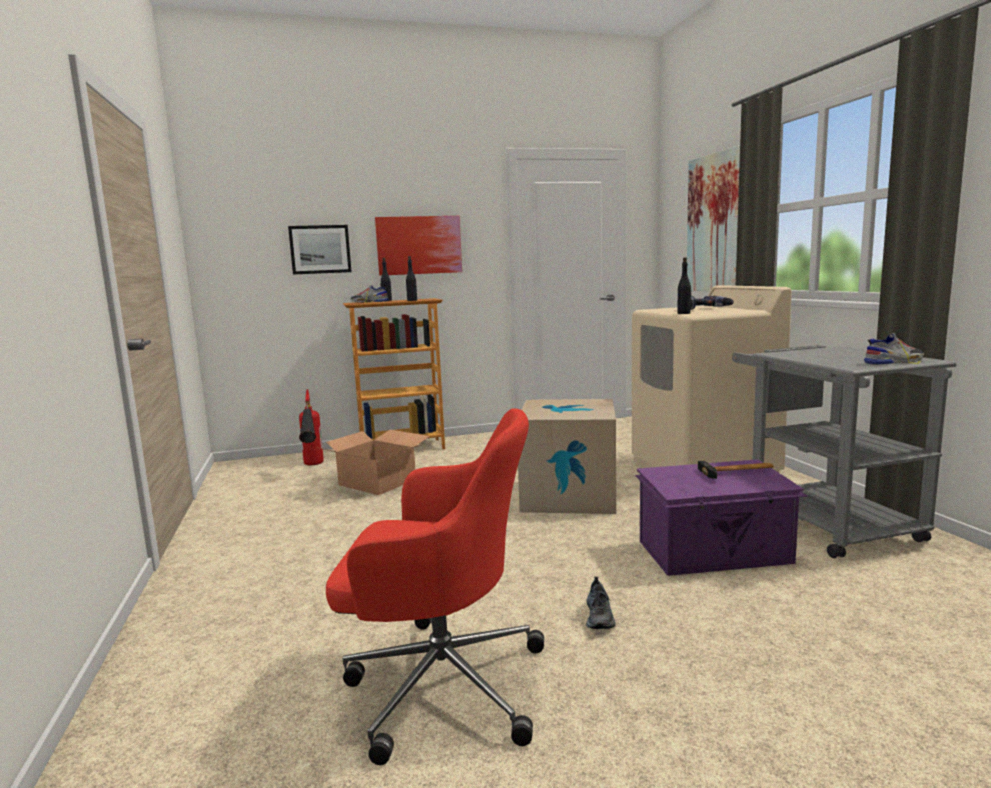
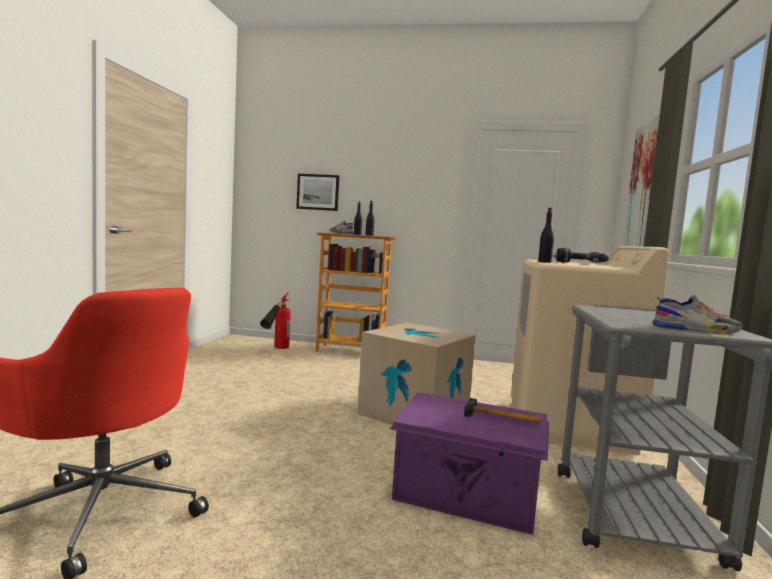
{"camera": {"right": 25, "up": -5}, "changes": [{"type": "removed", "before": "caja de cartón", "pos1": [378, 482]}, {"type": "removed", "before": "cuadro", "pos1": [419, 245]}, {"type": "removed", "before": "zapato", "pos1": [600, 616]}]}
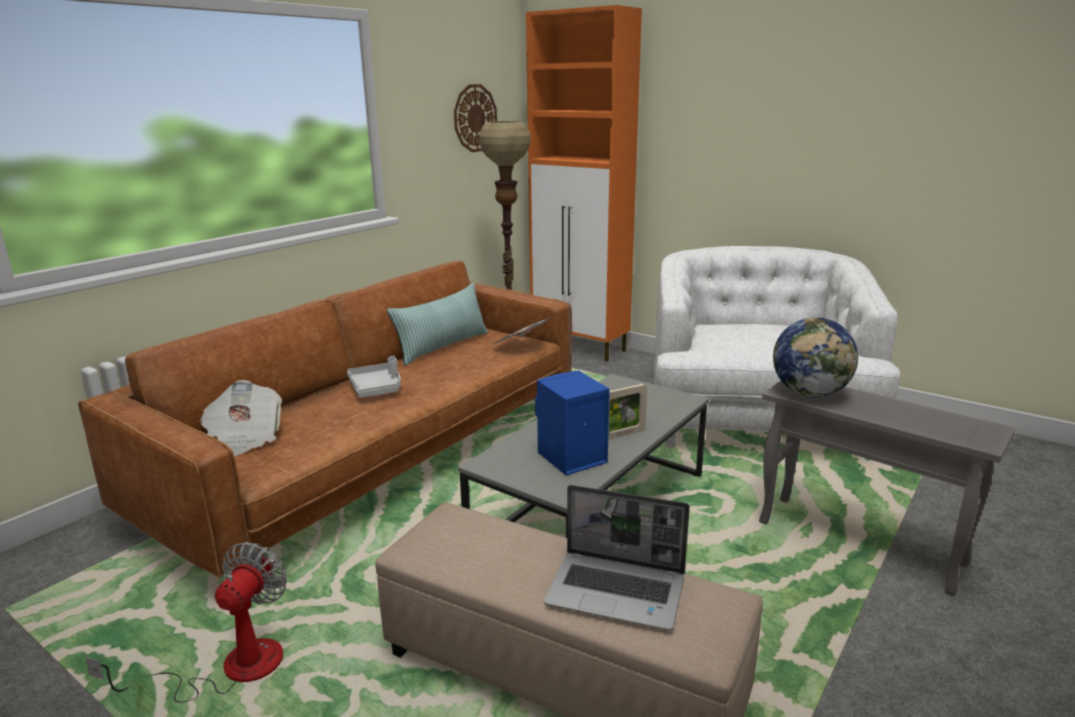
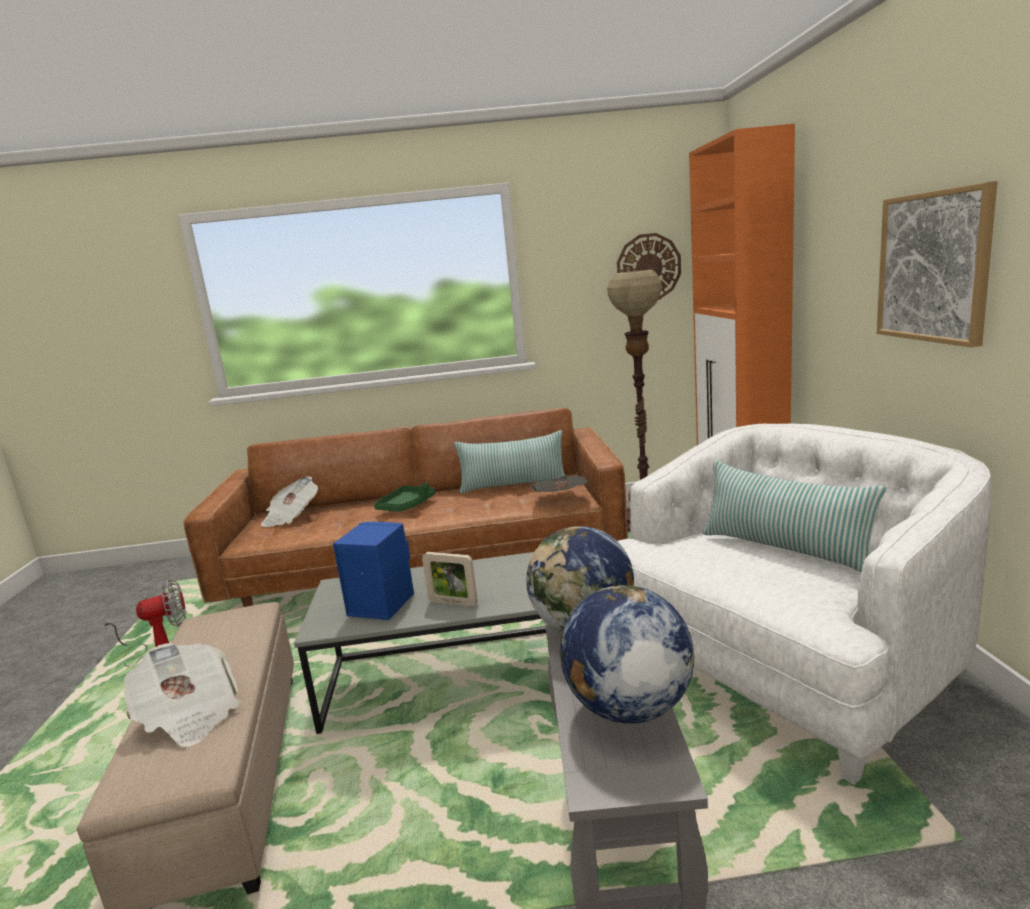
{"camera": {"right": 50, "up": -5}, "changes": [{"type": "added", "after": "globo terráqueo", "pos2": [628, 708]}, {"type": "added", "after": "cojín", "pos2": [784, 549]}, {"type": "added", "after": "cuadro", "pos2": [933, 267]}, {"type": "replaced", "before": "portátil", "after": "periódico", "pos1": [618, 591], "pos2": [189, 715]}, {"type": "recoloured", "before": "bandeja (gris)", "after": "bandeja (verde)", "pos1": [377, 388], "pos2": [407, 506]}]}
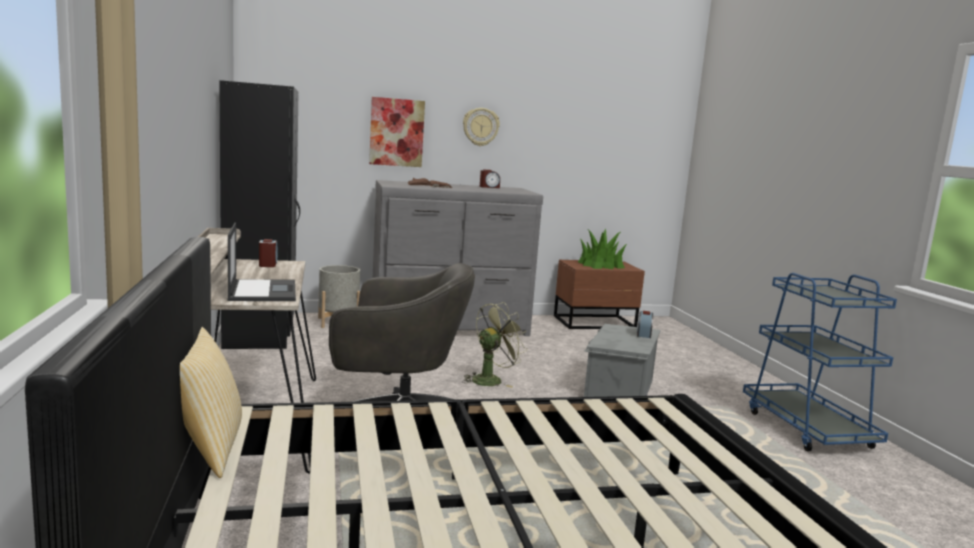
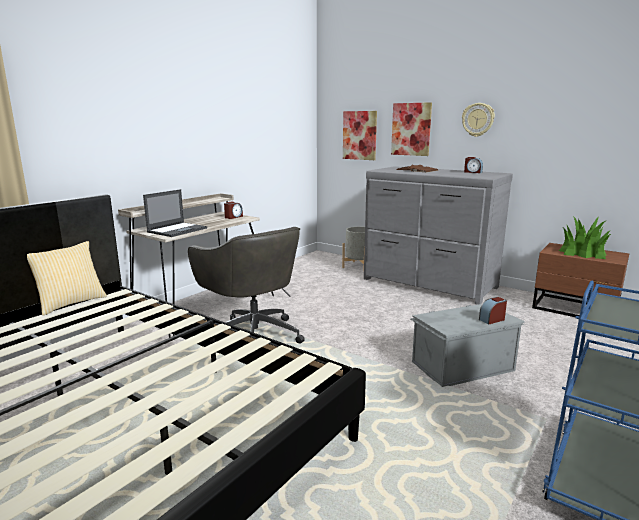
{"camera": {"right": 50, "up": 5}, "changes": [{"type": "removed", "before": "armario ropero (negro)", "pos1": [261, 331]}, {"type": "removed", "before": "ventilador (verde)", "pos1": [491, 379]}, {"type": "added", "after": "cuadro", "pos2": [359, 135]}]}
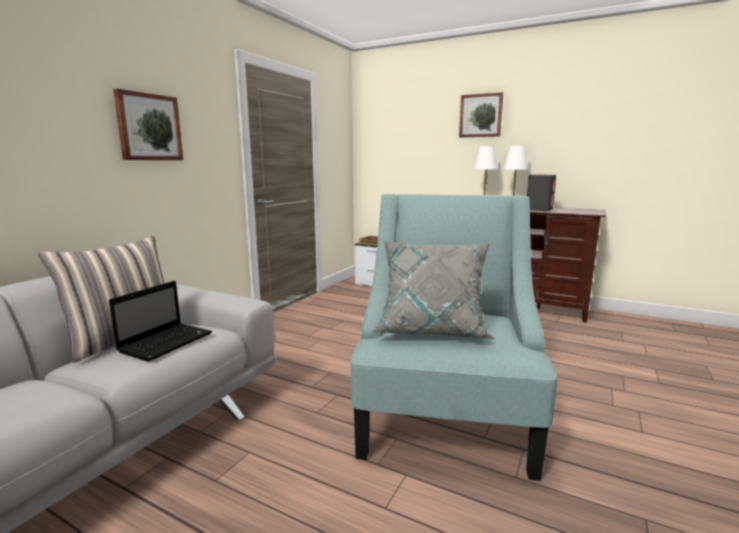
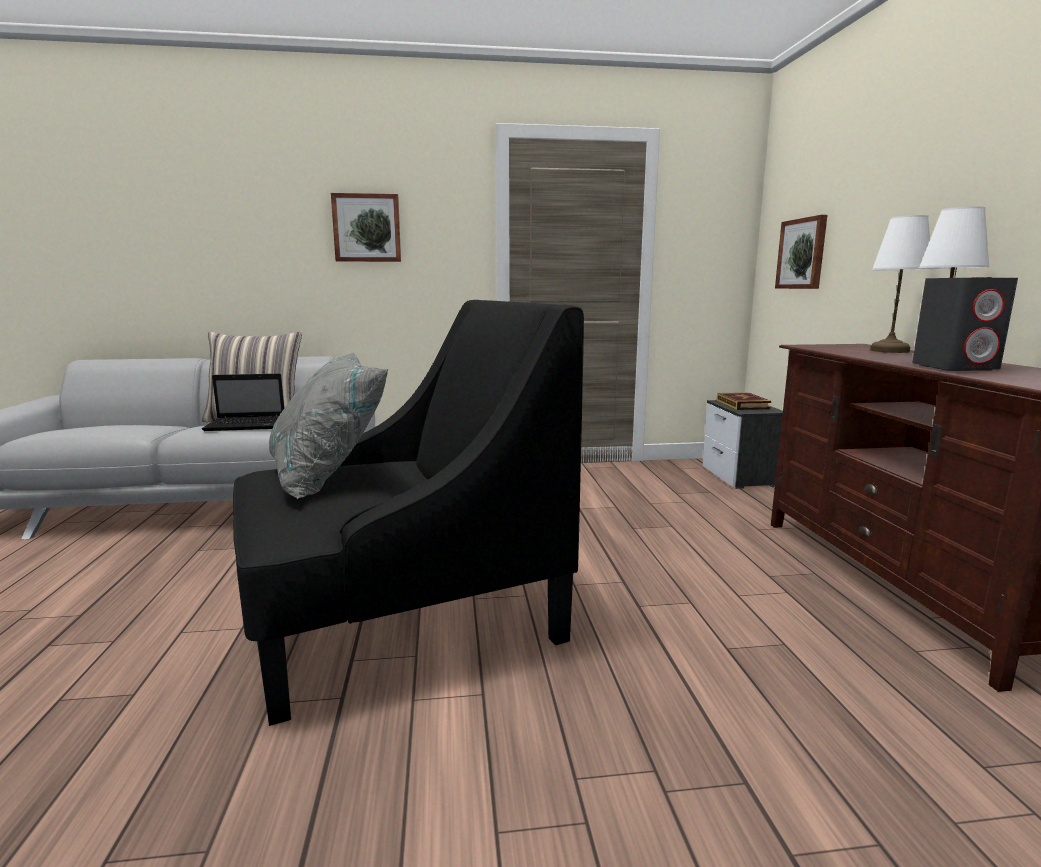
{"camera": {"right": 55, "up": 0}, "changes": [{"type": "moved", "before": "cuadro", "pos1": [481, 115], "pos2": [802, 254]}, {"type": "recoloured", "before": "sillón (turquesa)", "after": "sillón (negro)", "pos1": [445, 409], "pos2": [401, 617]}]}
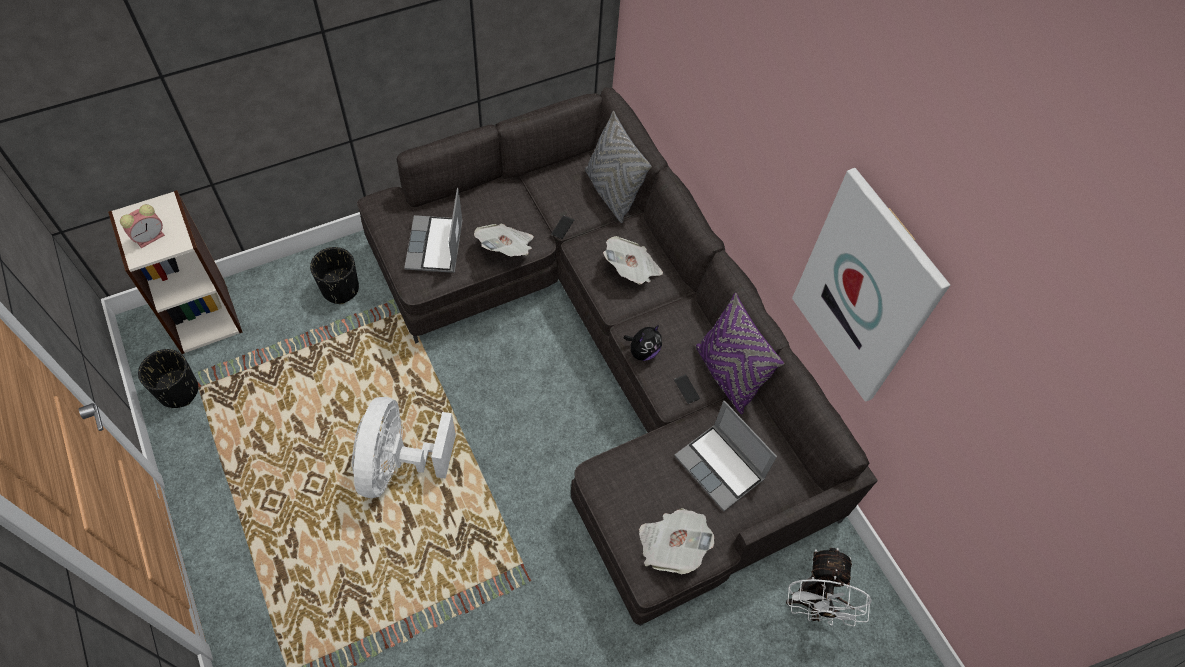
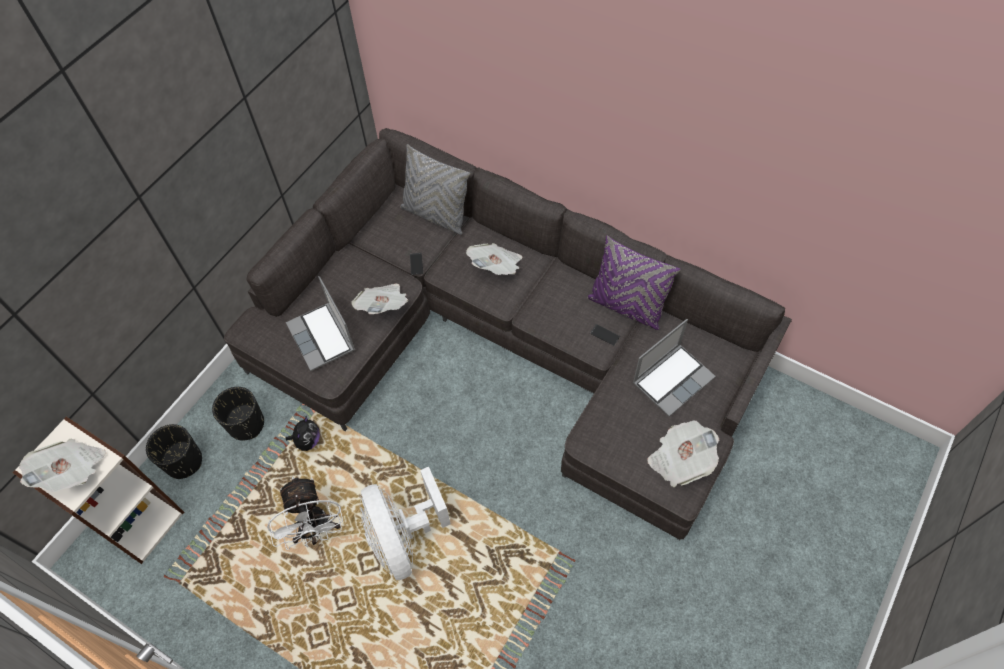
{"camera": {"right": -25, "up": 0}, "changes": [{"type": "removed", "before": "cuadro", "pos1": [865, 290]}, {"type": "moved", "before": "maceta (negro)", "pos1": [178, 391], "pos2": [184, 462]}, {"type": "moved", "before": "peluche", "pos1": [642, 351], "pos2": [307, 441]}, {"type": "moved", "before": "ventilador (blanco)", "pos1": [812, 604], "pos2": [316, 530]}, {"type": "replaced", "before": "despertador", "after": "periódico", "pos1": [150, 236], "pos2": [72, 471]}, {"type": "turned", "before": "portátil", "pos1": [721, 468], "pos2": [673, 379], "turn": -60}]}
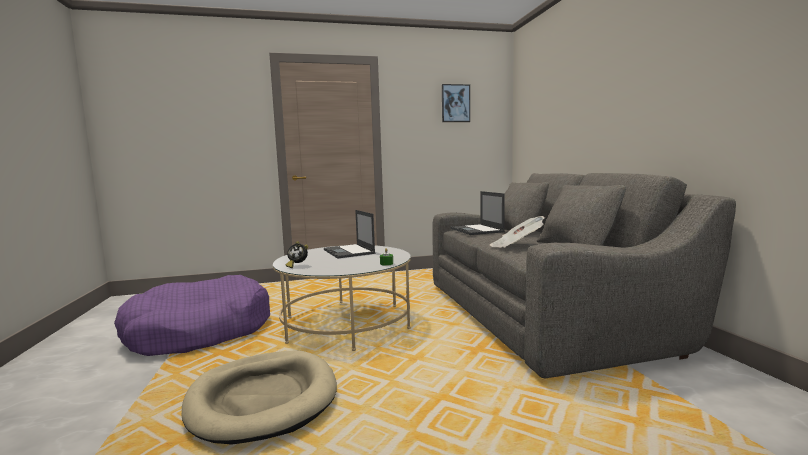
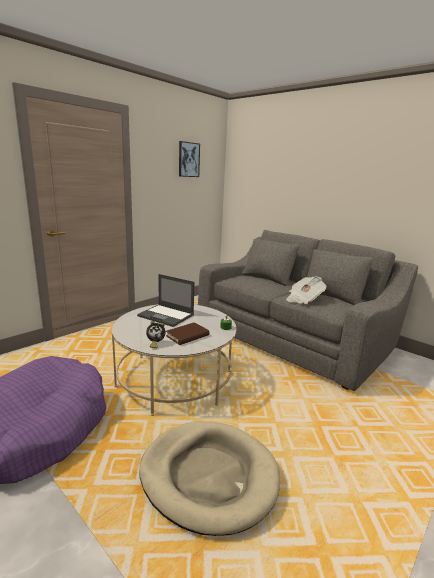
{"camera": {"right": -35, "up": 10}, "changes": [{"type": "removed", "before": "portátil", "pos1": [477, 230]}, {"type": "added", "after": "libro (marrón)", "pos2": [187, 336]}]}
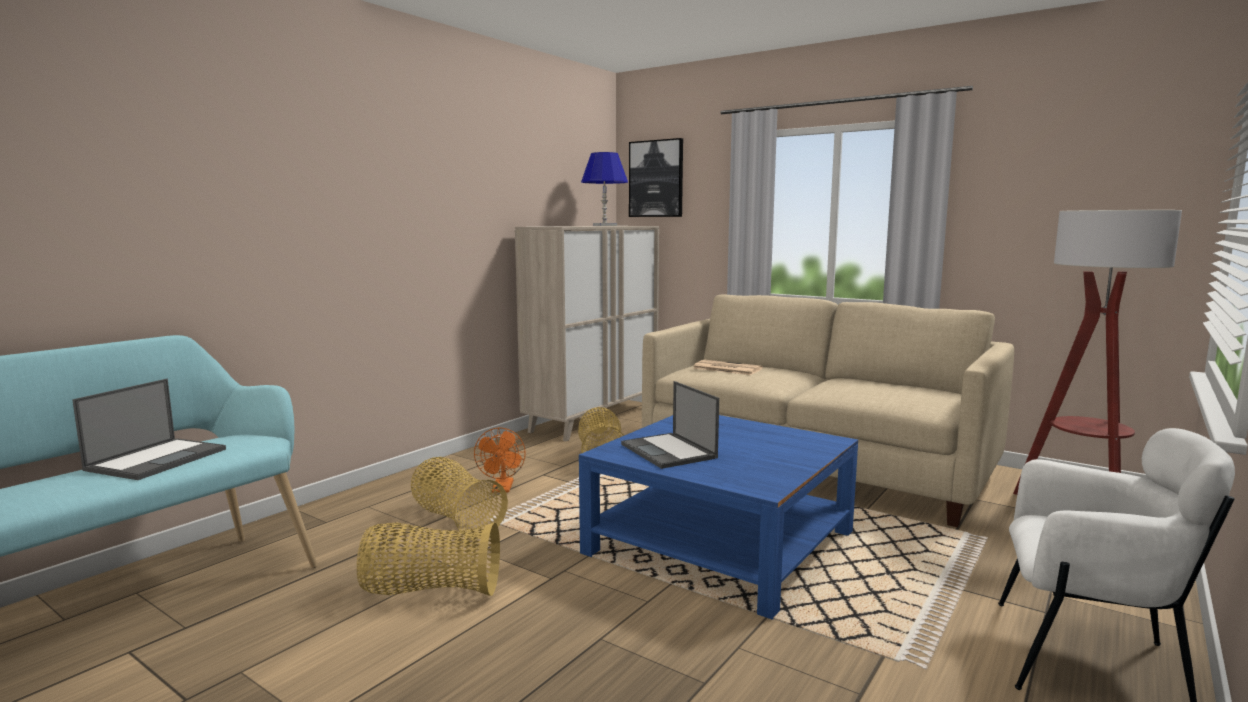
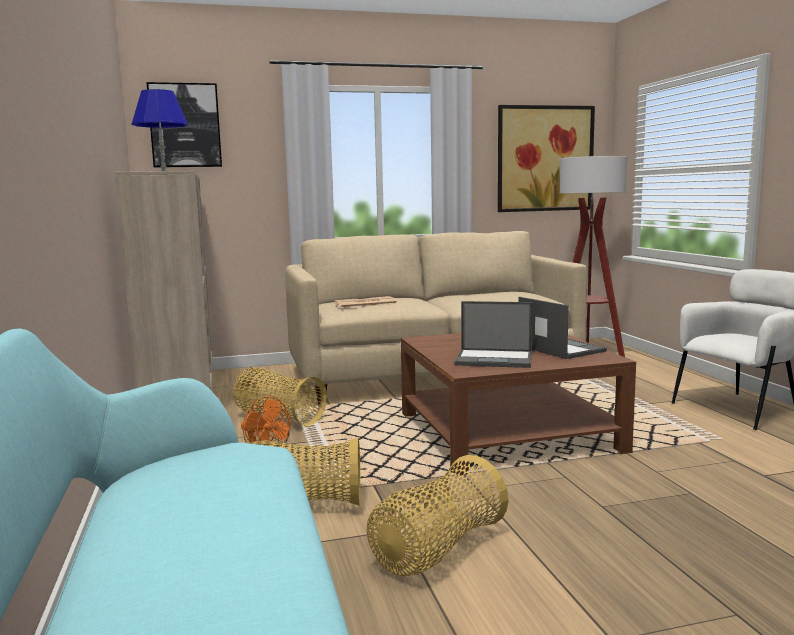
{"camera": {"right": -50, "up": 0}, "changes": [{"type": "added", "after": "cuadro", "pos2": [544, 159]}, {"type": "moved", "before": "portátil", "pos1": [158, 459], "pos2": [559, 348]}, {"type": "recoloured", "before": "mesa de centro (azul)", "after": "mesa de centro (marrón)", "pos1": [720, 542], "pos2": [507, 431]}]}
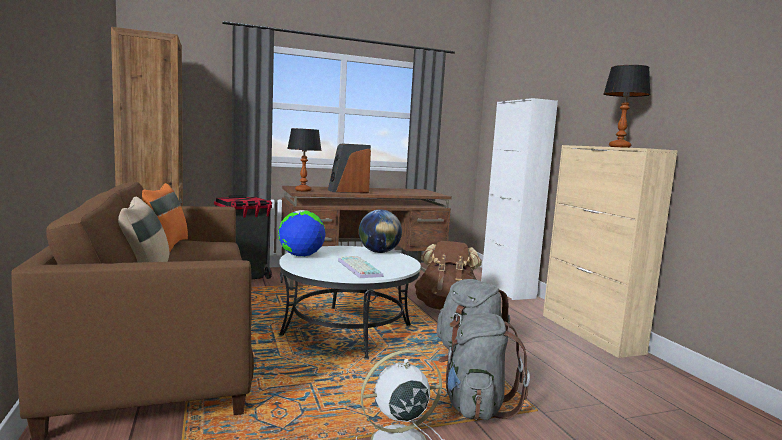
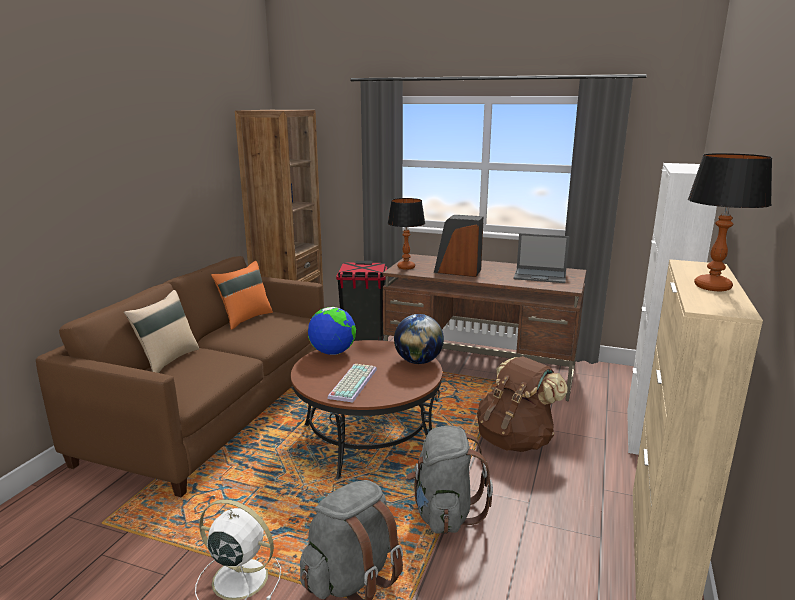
{"camera": {"right": 40, "up": 10}, "changes": [{"type": "added", "after": "portátil", "pos2": [540, 276]}, {"type": "recoloured", "before": "mesa de centro (blanco)", "after": "mesa de centro (marrón)", "pos1": [347, 330], "pos2": [368, 438]}]}
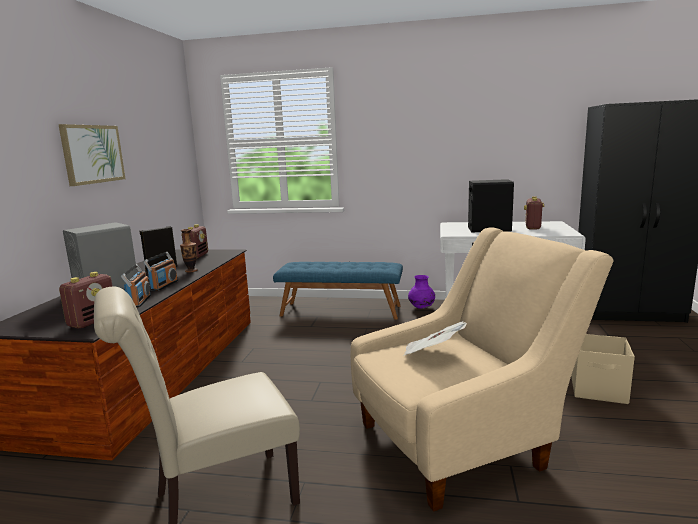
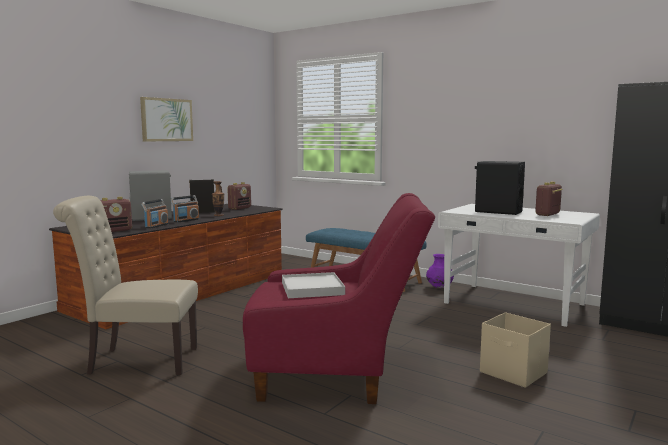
{"camera": {"right": 25, "up": -5}, "changes": [{"type": "replaced", "before": "periódico", "after": "bandeja (blanco)", "pos1": [432, 354], "pos2": [312, 288]}, {"type": "recoloured", "before": "sillón (beis)", "after": "sillón (rojo)", "pos1": [462, 440], "pos2": [336, 373]}]}
